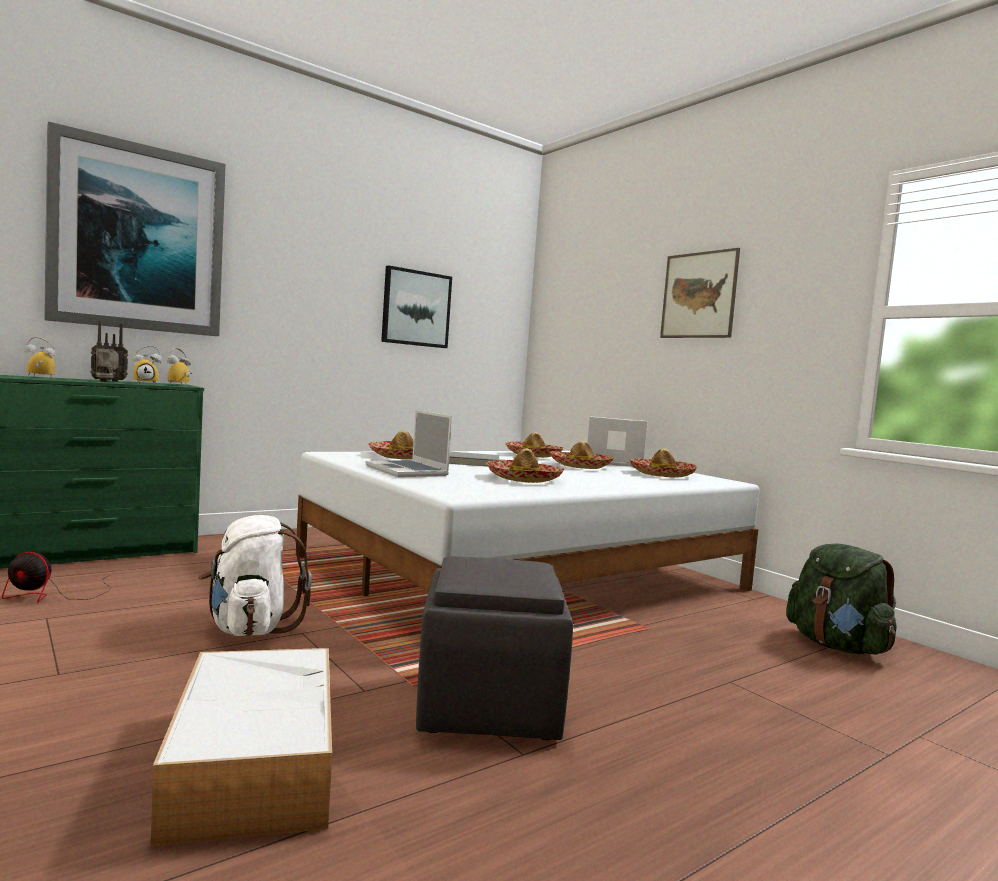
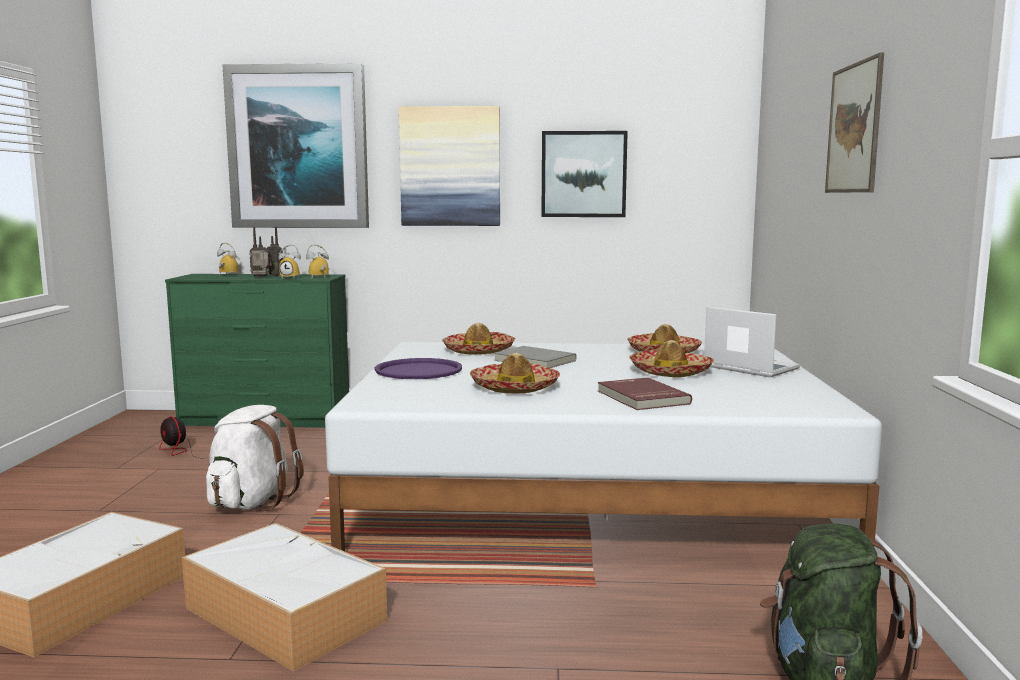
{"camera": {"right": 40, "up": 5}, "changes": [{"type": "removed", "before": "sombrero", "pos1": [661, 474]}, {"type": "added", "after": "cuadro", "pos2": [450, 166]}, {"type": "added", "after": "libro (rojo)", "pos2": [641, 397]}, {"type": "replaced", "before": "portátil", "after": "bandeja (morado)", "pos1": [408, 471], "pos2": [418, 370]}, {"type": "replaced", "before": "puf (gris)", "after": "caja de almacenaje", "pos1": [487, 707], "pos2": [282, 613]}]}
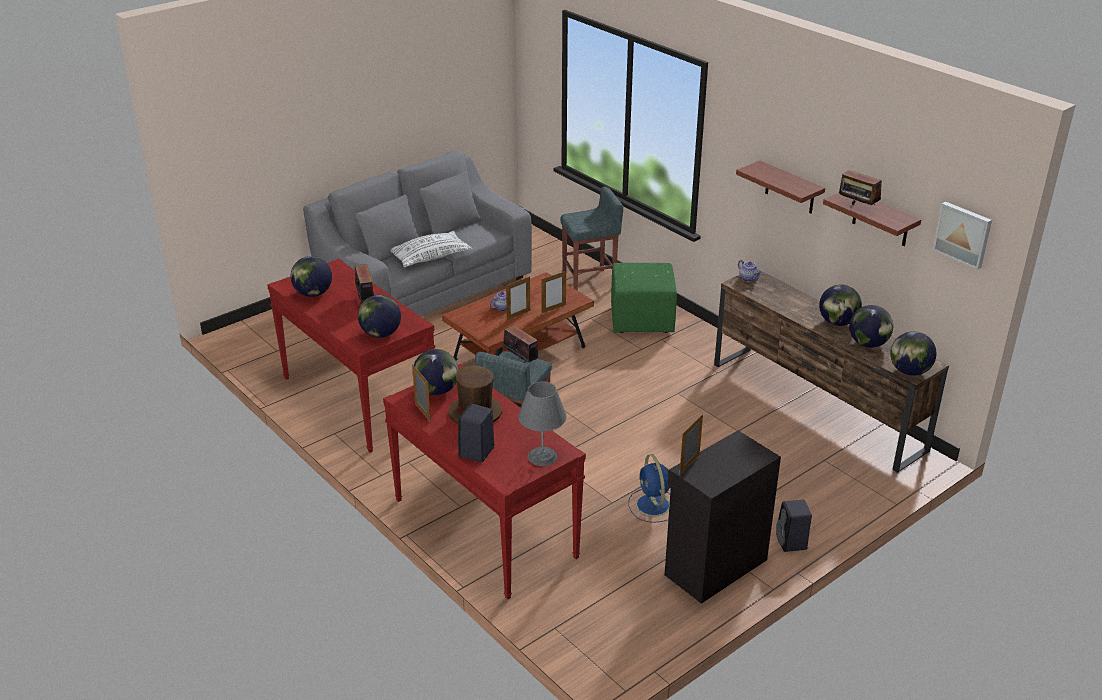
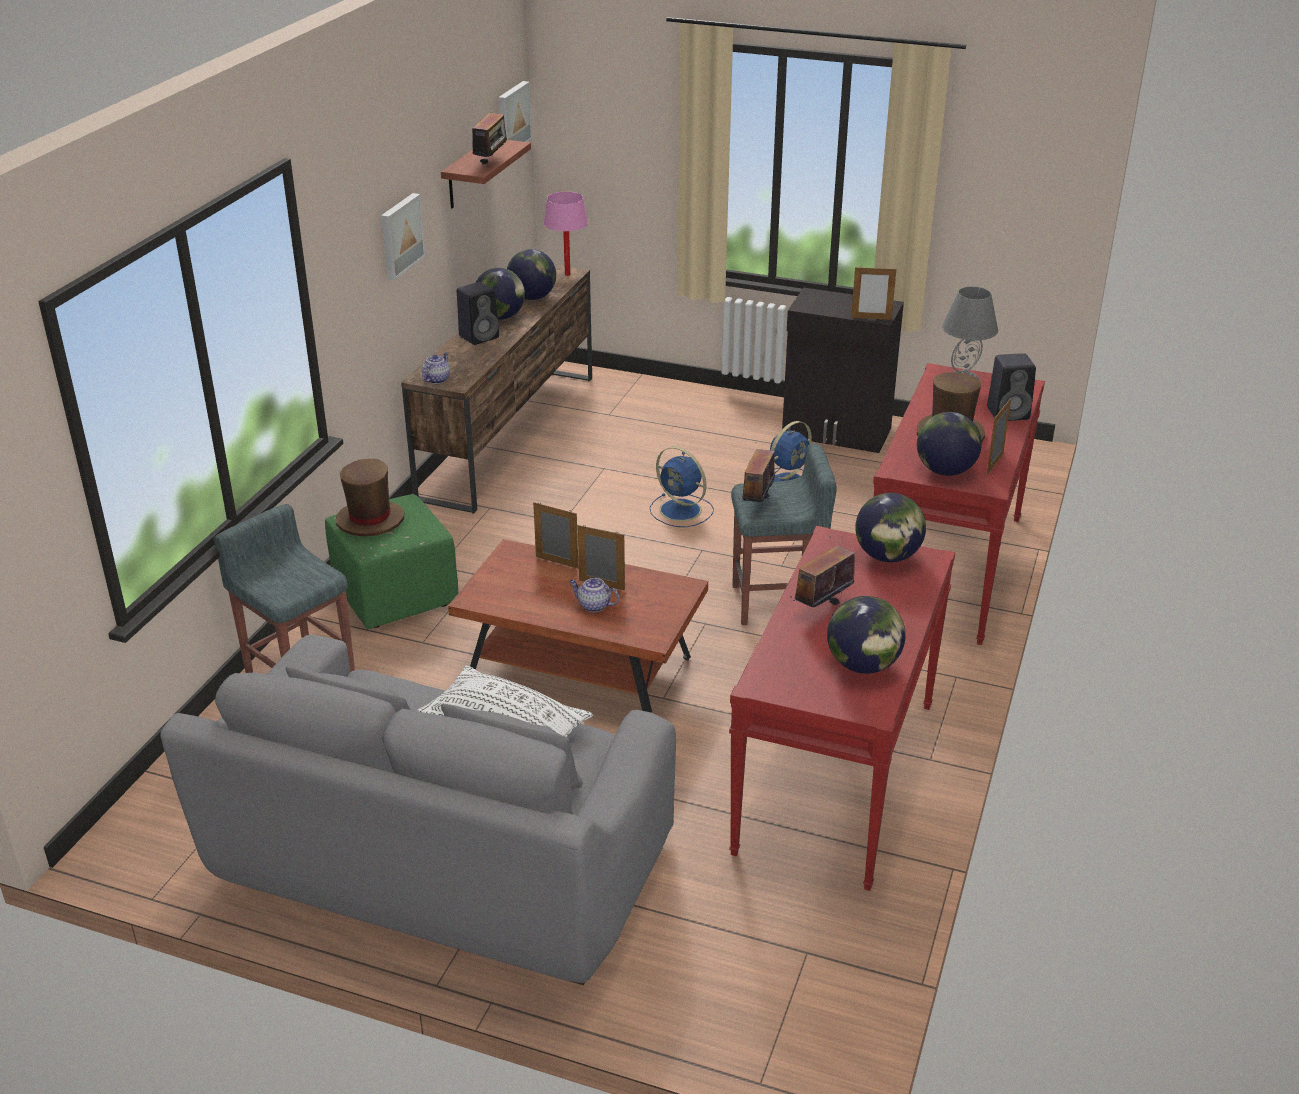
{"camera": {"right": -120, "up": 0}, "changes": [{"type": "added", "after": "sombrero (marrón)", "pos2": [370, 520]}, {"type": "added", "after": "ventilador (azul)", "pos2": [682, 511]}, {"type": "moved", "before": "altavoz (negro)", "pos1": [792, 543], "pos2": [480, 336]}, {"type": "replaced", "before": "estante", "after": "cuadro", "pos1": [790, 188], "pos2": [400, 235]}, {"type": "replaced", "before": "globo terráqueo", "after": "lámpara de mesa (rosa)", "pos1": [909, 371], "pos2": [567, 274]}]}
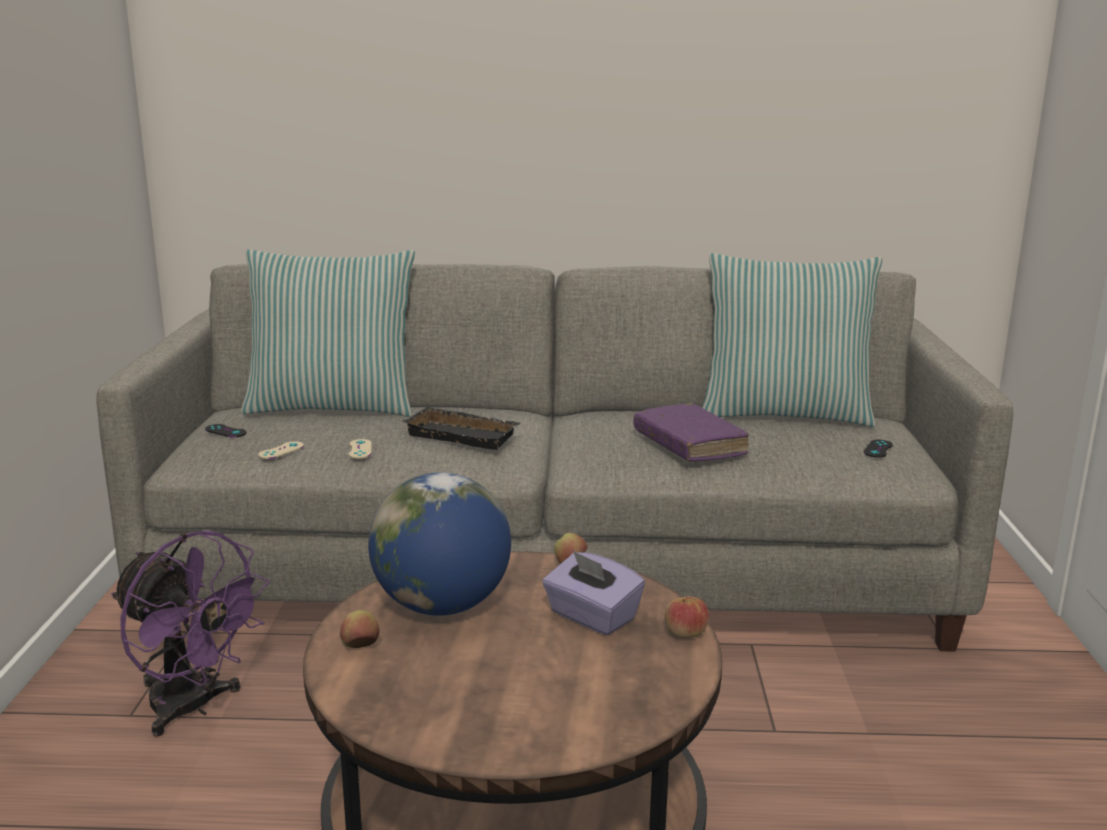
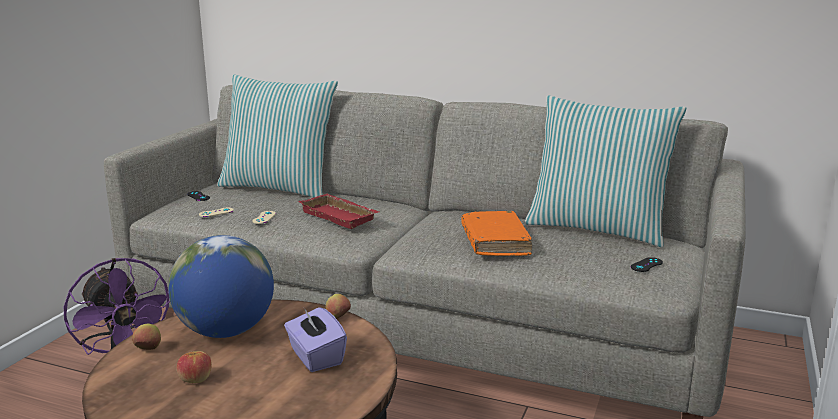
{"camera": {"right": 20, "up": 0}, "changes": [{"type": "moved", "before": "manzana", "pos1": [685, 633], "pos2": [195, 379]}, {"type": "recoloured", "before": "bandeja (negro)", "after": "bandeja (rojo)", "pos1": [464, 435], "pos2": [341, 216]}, {"type": "recoloured", "before": "libro (morado)", "after": "libro (naranja)", "pos1": [689, 444], "pos2": [495, 242]}]}
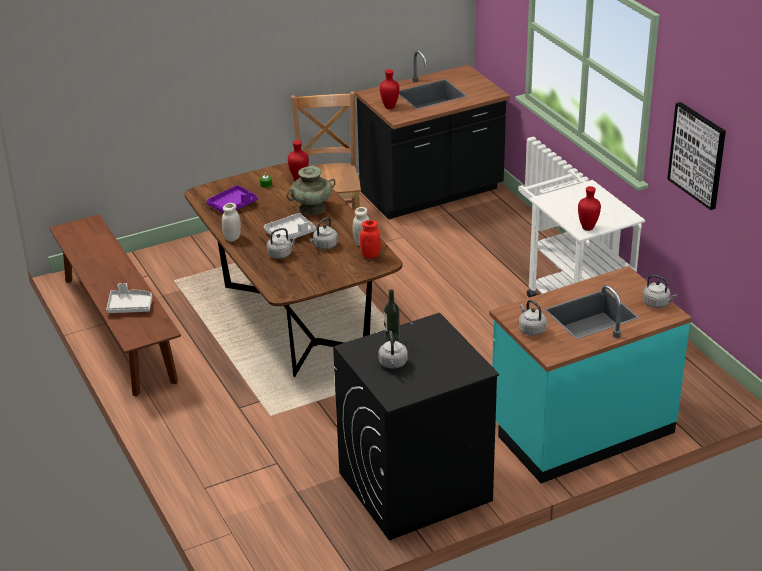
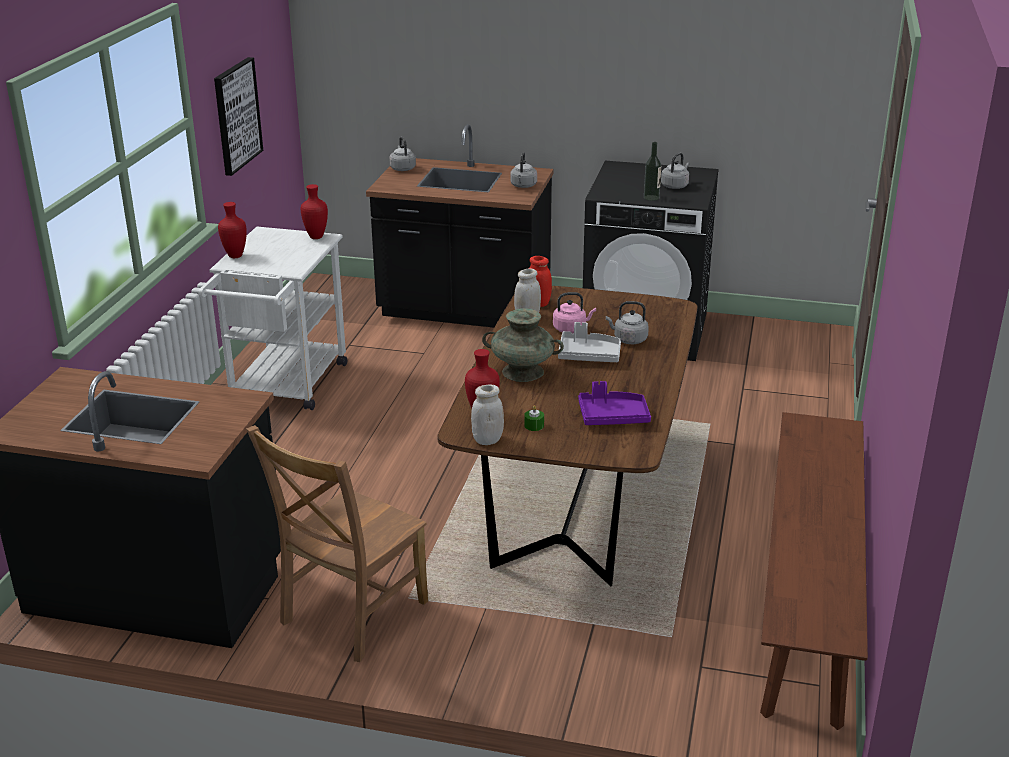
{"camera": {"right": -140, "up": -5}, "changes": [{"type": "removed", "before": "bandeja (gris)", "pos1": [130, 306]}, {"type": "moved", "before": "tarro (blanco)", "pos1": [232, 238], "pos2": [487, 440]}, {"type": "moved", "before": "florero (rojo)", "pos1": [390, 107], "pos2": [234, 256]}, {"type": "recoloured", "before": "hervidor (gris)", "after": "hervidor (rosa)", "pos1": [324, 246], "pos2": [571, 329]}, {"type": "recoloured", "before": "mueble bajo de cocina (turquesa)", "after": "mueble bajo de cocina (negro)", "pos1": [581, 429], "pos2": [464, 310]}]}
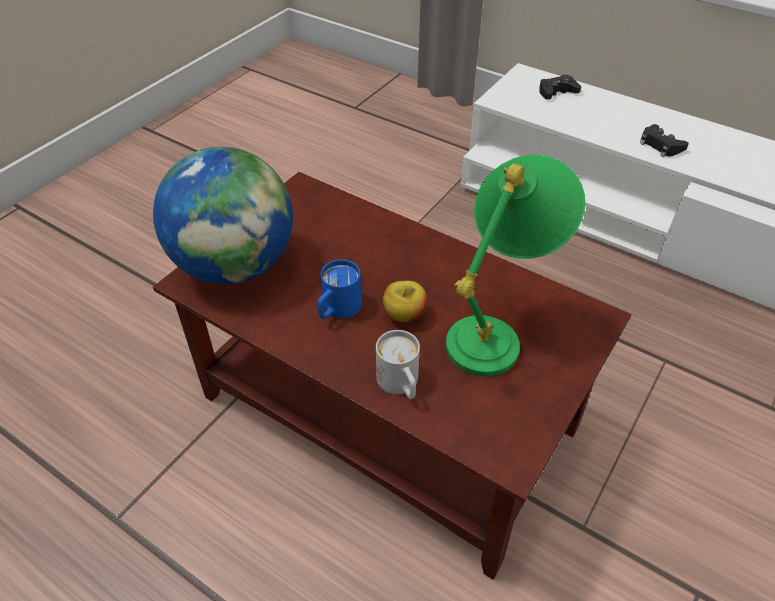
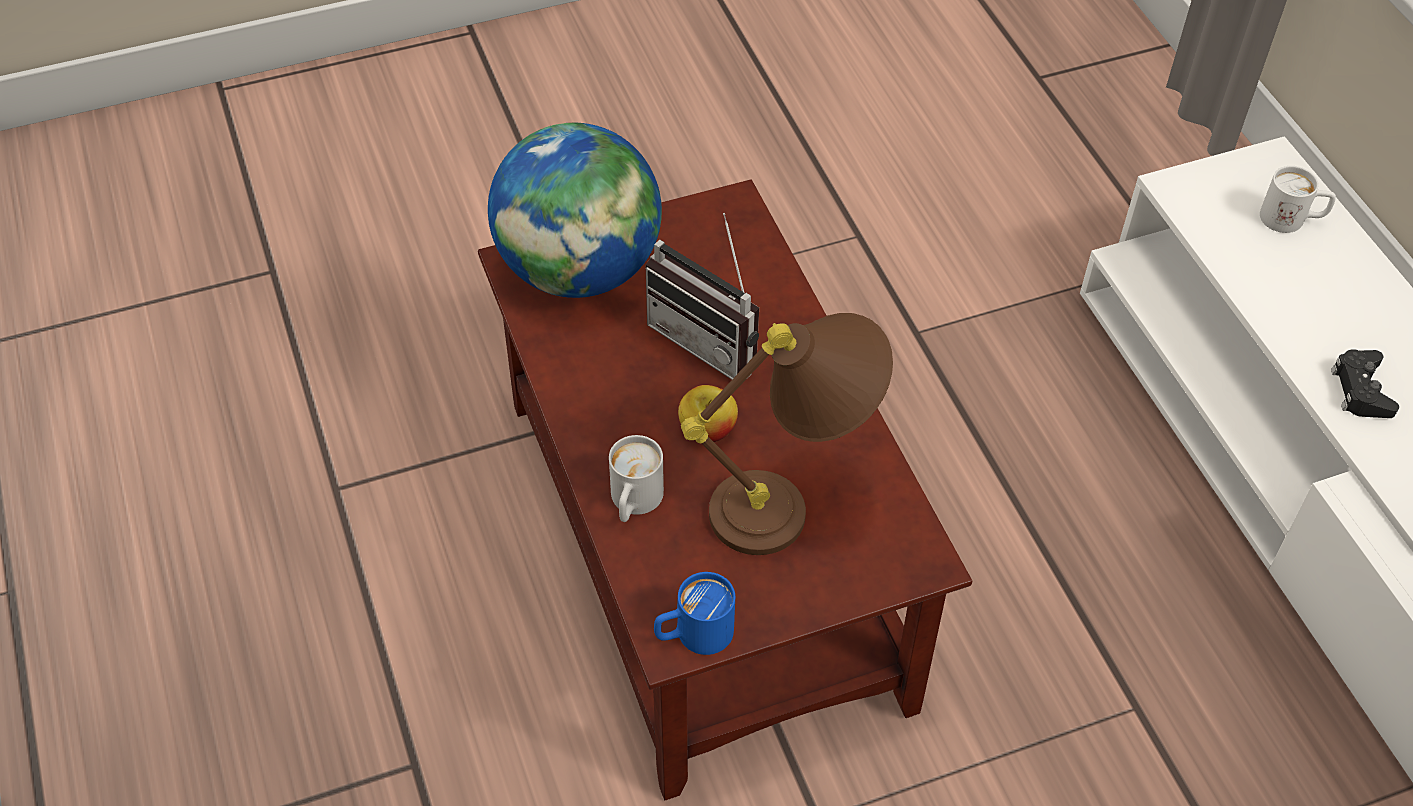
{"camera": {"right": 35, "up": 5}, "changes": [{"type": "added", "after": "radio", "pos2": [712, 339]}, {"type": "moved", "before": "taza grande (azul)", "pos1": [337, 310], "pos2": [693, 635]}, {"type": "replaced", "before": "mando de consola (negro)", "after": "taza grande (blanco)", "pos1": [557, 92], "pos2": [1291, 219]}, {"type": "recoloured", "before": "lámpara de mesa (verde)", "after": "lámpara de mesa (marrón)", "pos1": [497, 330], "pos2": [792, 507]}]}
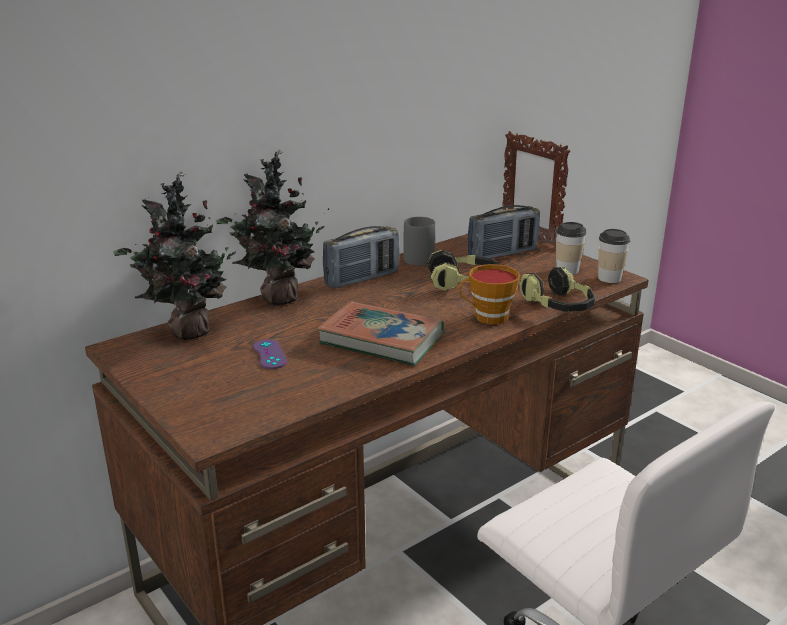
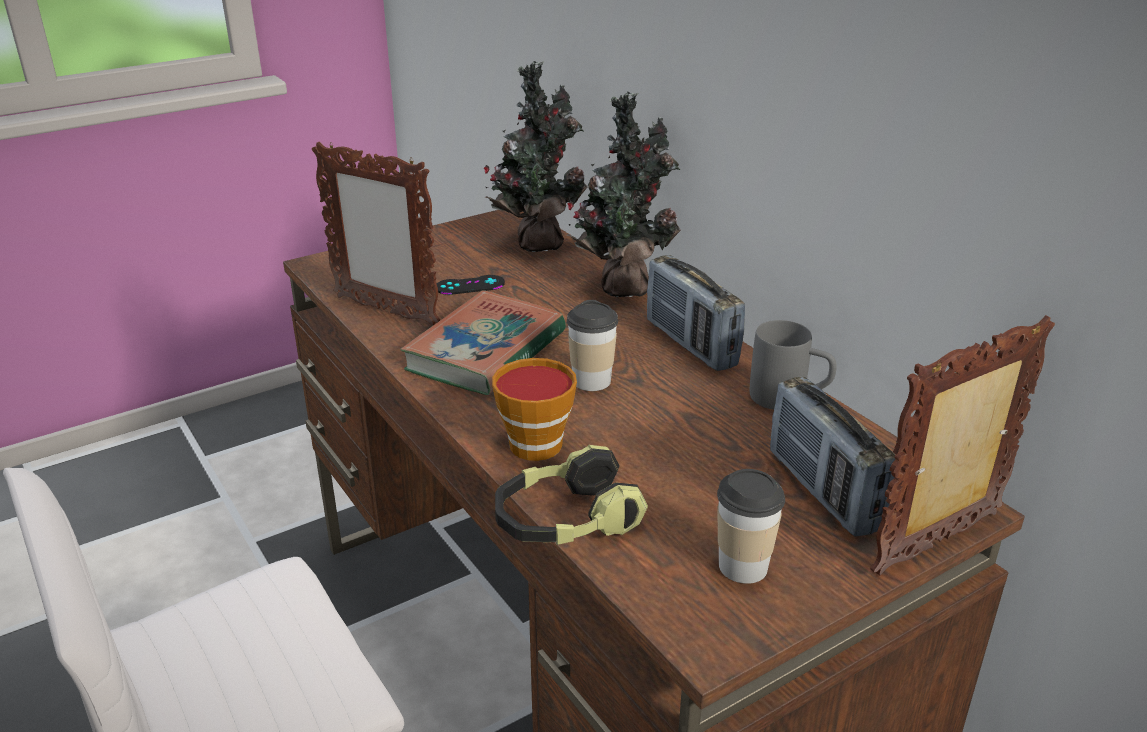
{"camera": {"right": 95, "up": 5}, "changes": [{"type": "removed", "before": "auriculares", "pos1": [464, 282]}, {"type": "added", "after": "portarretratos", "pos2": [385, 310]}, {"type": "moved", "before": "taza", "pos1": [609, 278], "pos2": [591, 381]}, {"type": "recoloured", "before": "mando de consola (morado)", "after": "mando de consola (negro)", "pos1": [269, 354], "pos2": [470, 285]}]}
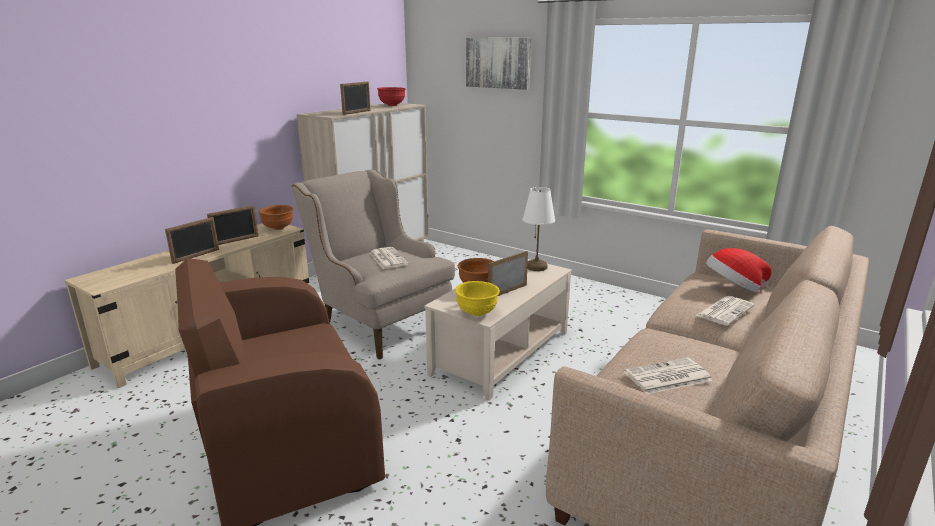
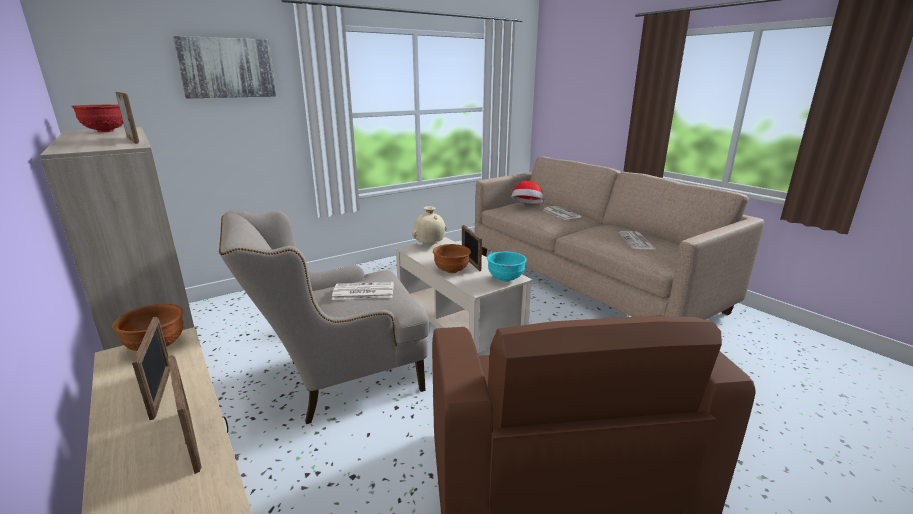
{"camera": {"right": -70, "up": 0}, "changes": [{"type": "replaced", "before": "lámpara de mesa (blanco)", "after": "florero (beis)", "pos1": [537, 267], "pos2": [430, 245]}, {"type": "recoloured", "before": "cuenco (amarillo)", "after": "cuenco (turquesa)", "pos1": [477, 313], "pos2": [506, 279]}]}
